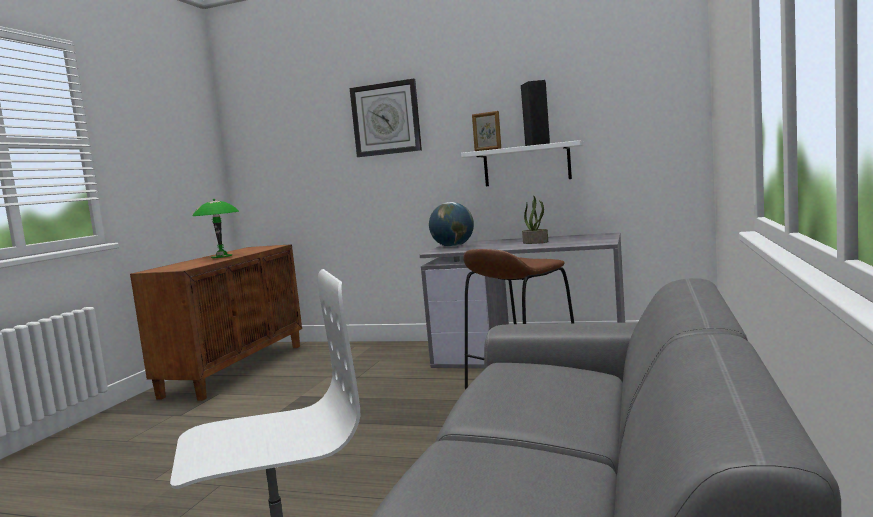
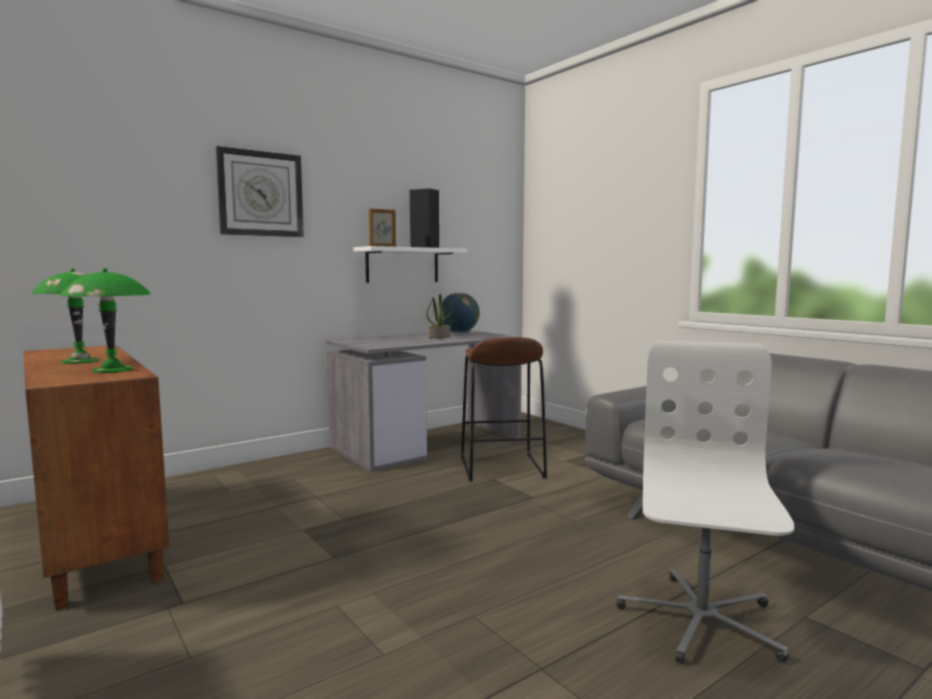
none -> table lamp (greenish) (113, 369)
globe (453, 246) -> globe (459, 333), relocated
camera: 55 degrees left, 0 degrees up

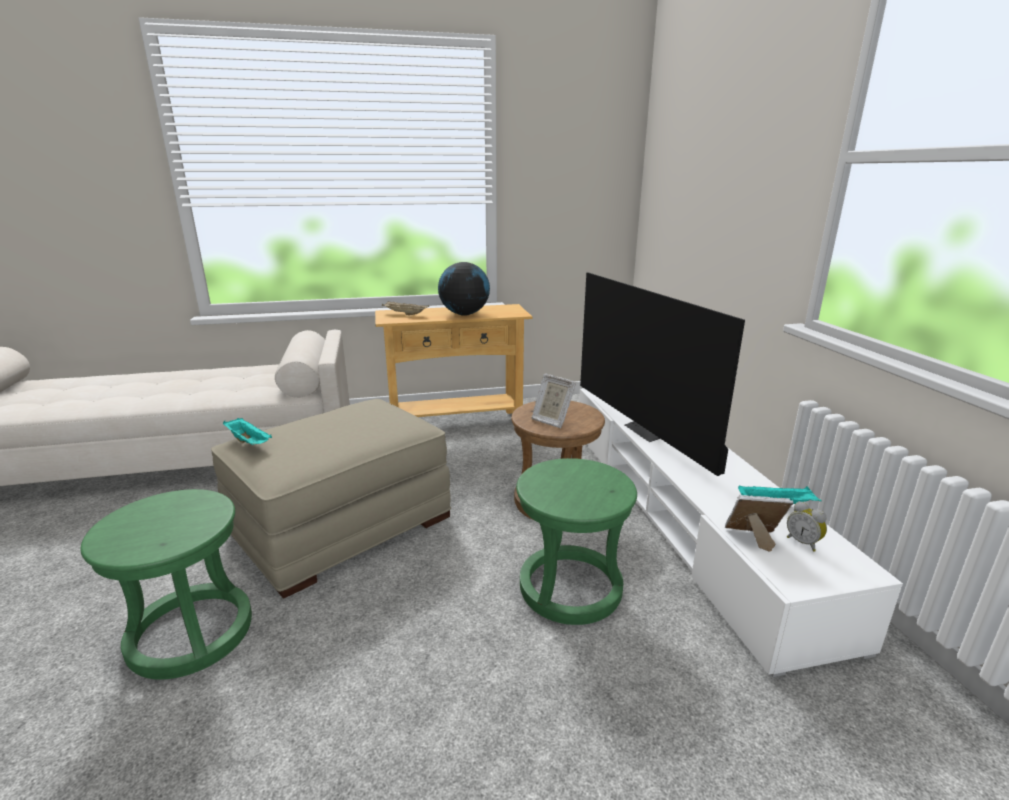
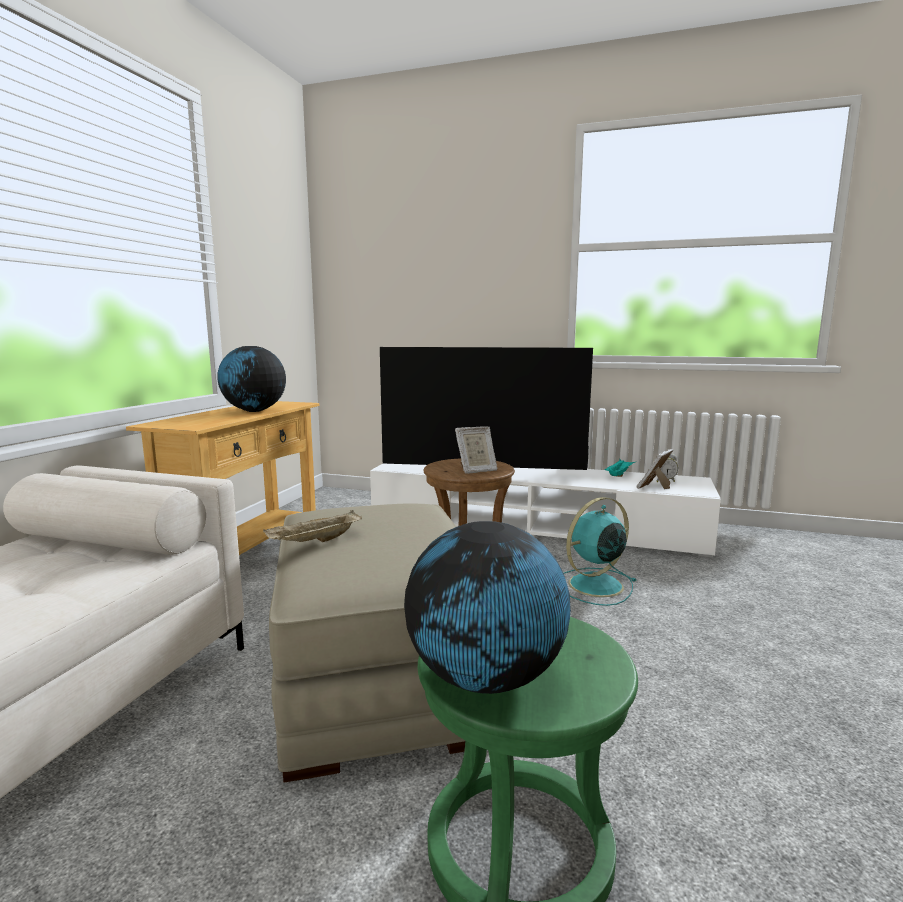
tray (blue-green) (249, 442) -> none
none -> globe (485, 679)
tray (sand-coloured) (404, 314) -> tray (sand-coloured) (315, 542), relocated
stool seat (greenish) (570, 588) -> electric fan (blue-green) (593, 586)
camera: 60 degrees left, 10 degrees down

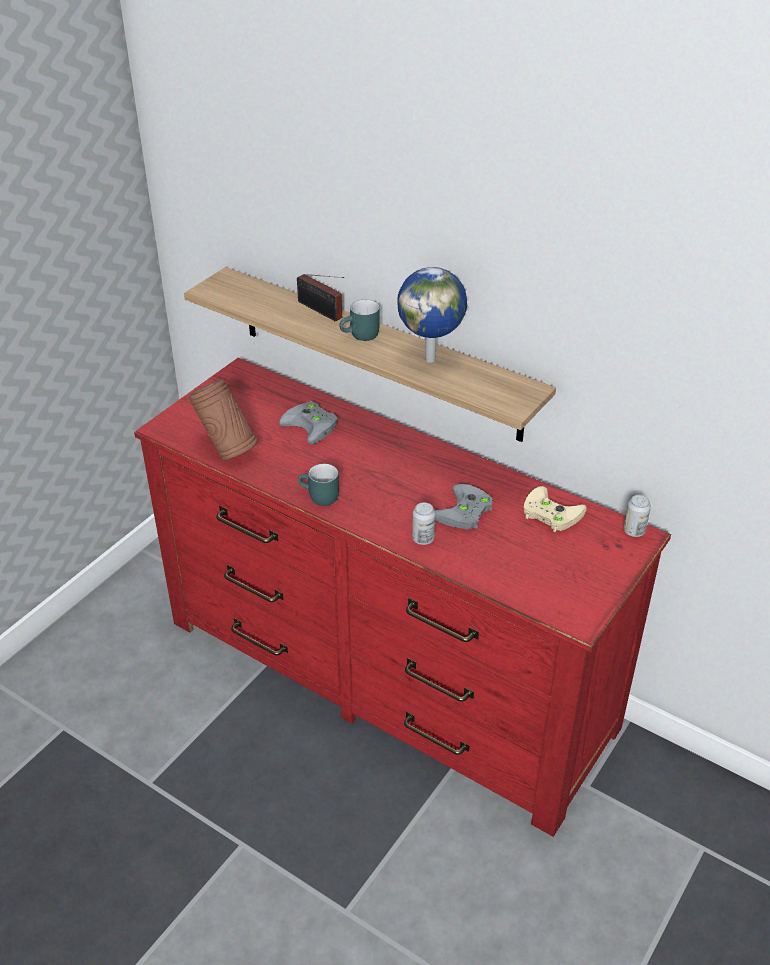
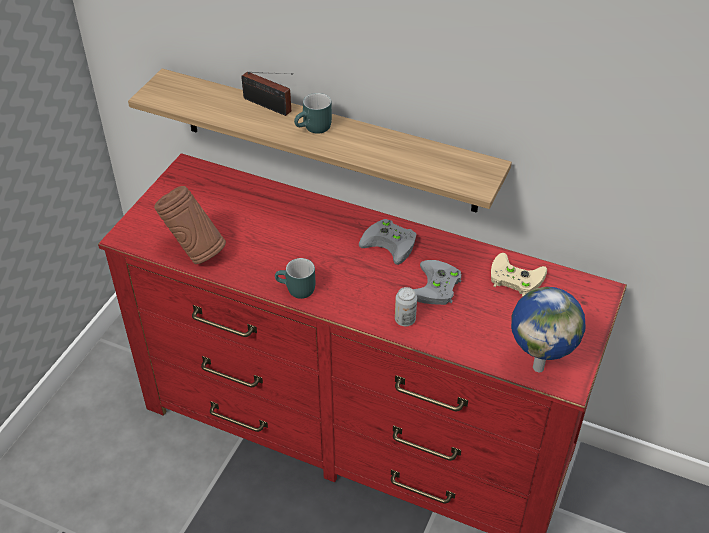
can (634, 531) -> none
game controller (gray) (313, 425) -> game controller (gray) (392, 243), relocated
globe (431, 358) -> globe (539, 366), relocated
camera: 10 degrees left, 5 degrees up

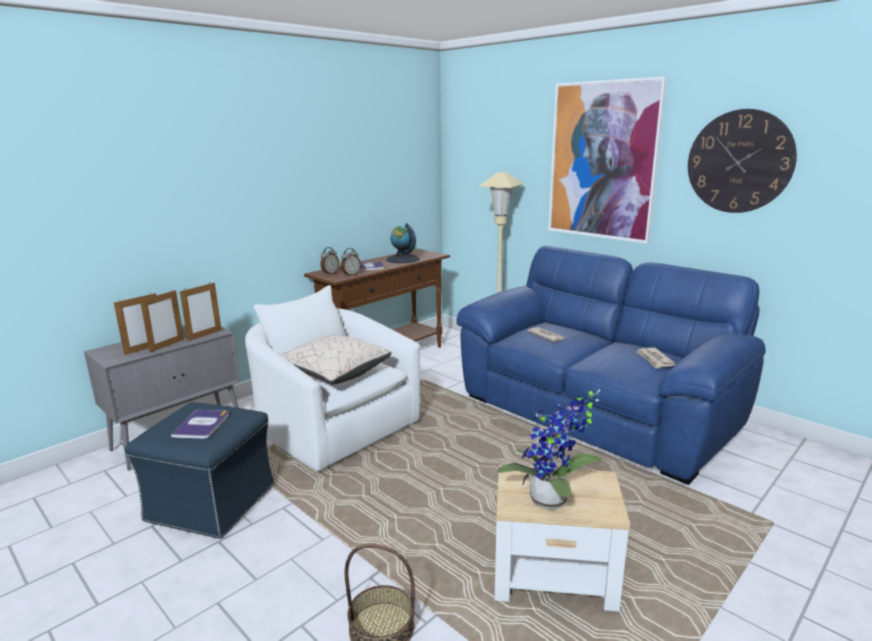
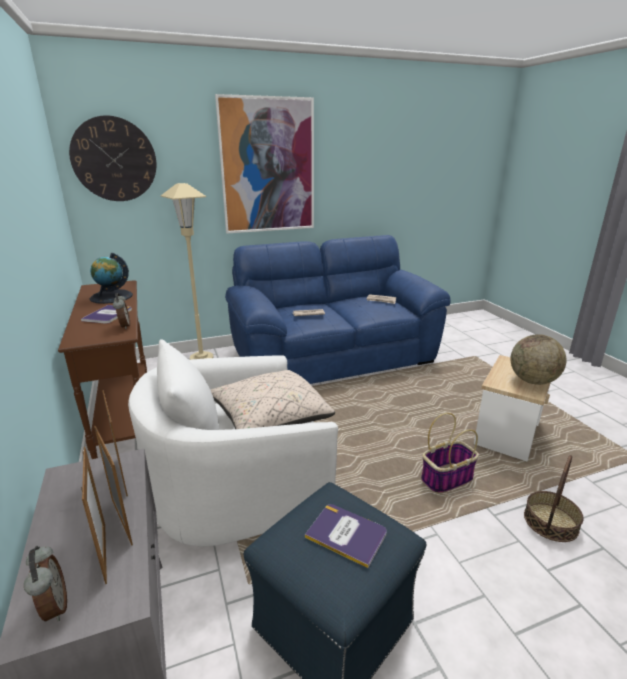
none -> household basket (447, 478)
bedside clock (330, 273) -> bedside clock (53, 607), relocated
hanging clock (739, 162) -> hanging clock (114, 159), relocated
potted plant (551, 503) -> globe (532, 381)
camera: 65 degrees left, 5 degrees up

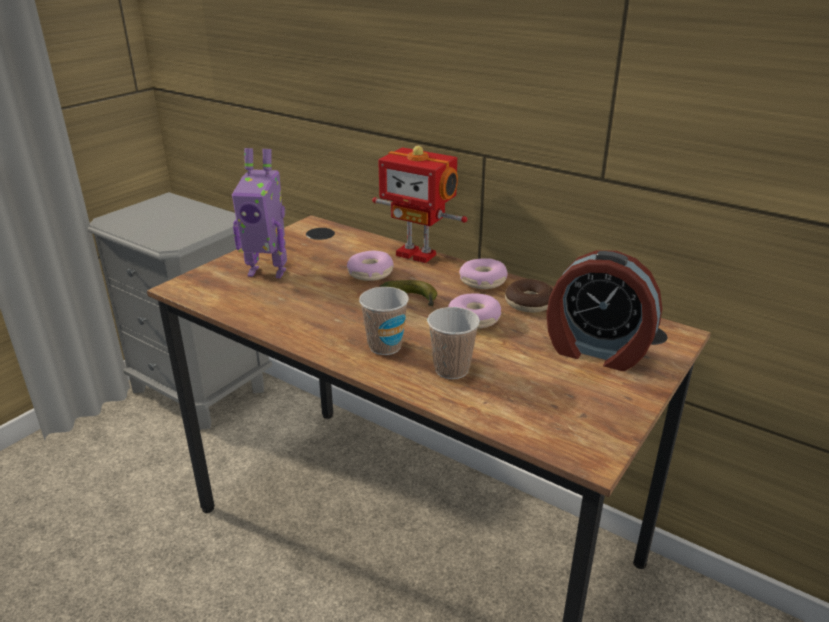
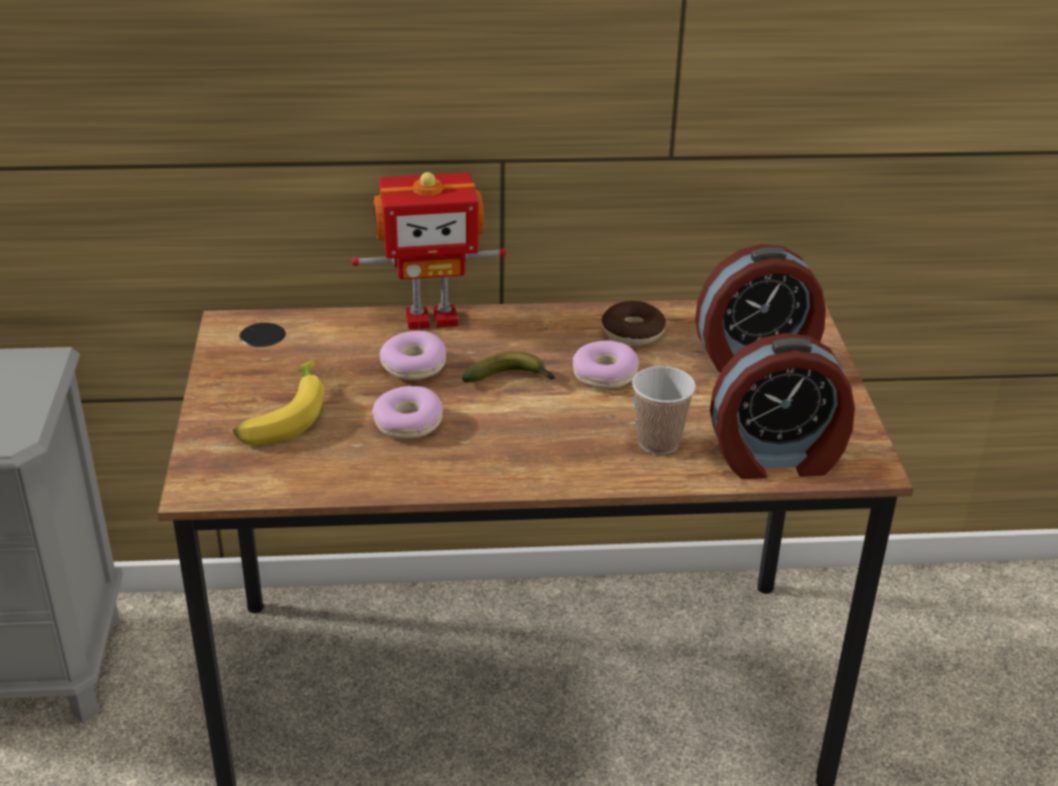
cup (385, 346) -> none
none -> bedside clock (776, 458)
donut (483, 281) -> donut (408, 423), relocated
robot figure (268, 271) -> banana fruit (282, 416)
camera: 40 degrees left, 5 degrees up

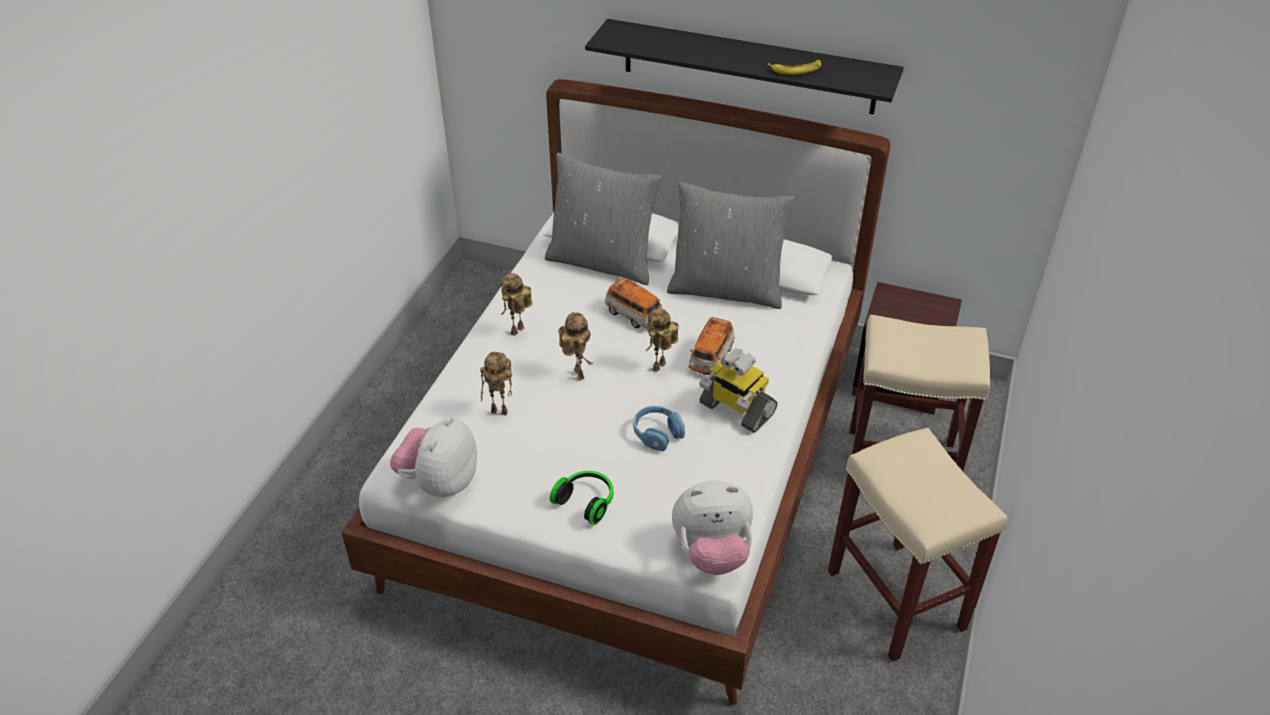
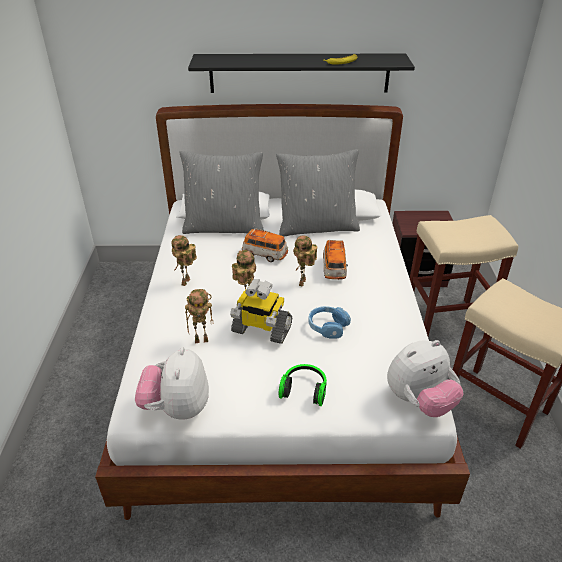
robot figure (736, 409) -> robot figure (261, 330), relocated
camera: 20 degrees left, 5 degrees down

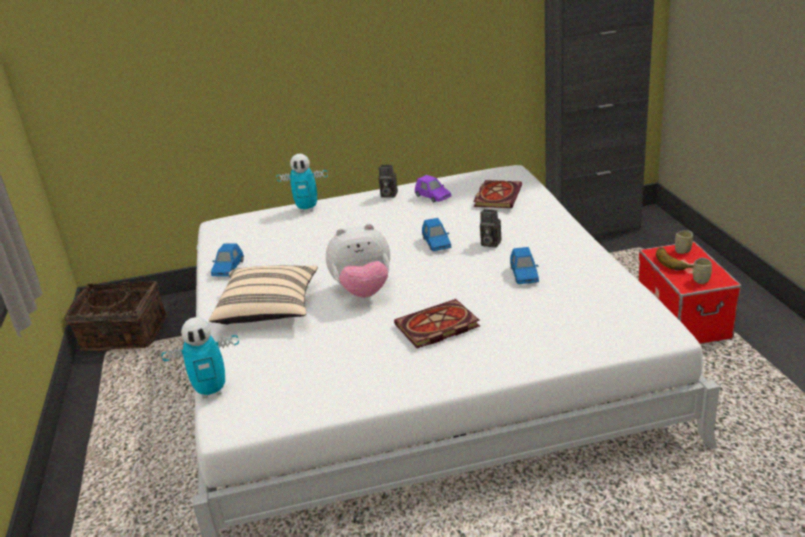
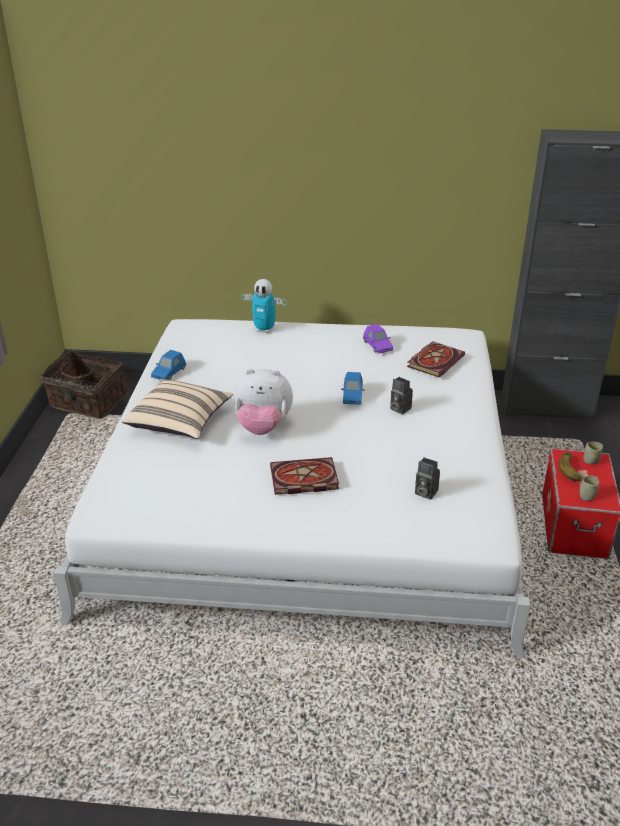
robot figure (211, 391) -> none
miniature car (blue-coloured) (524, 275) -> none
still camera (388, 195) -> still camera (424, 492), relocated
camera: 15 degrees right, 5 degrees up

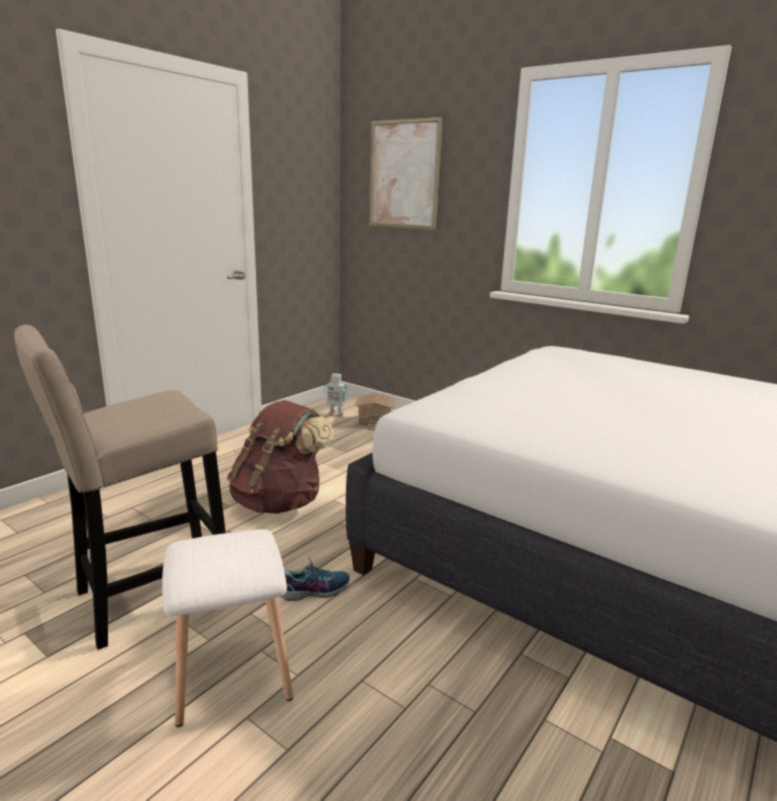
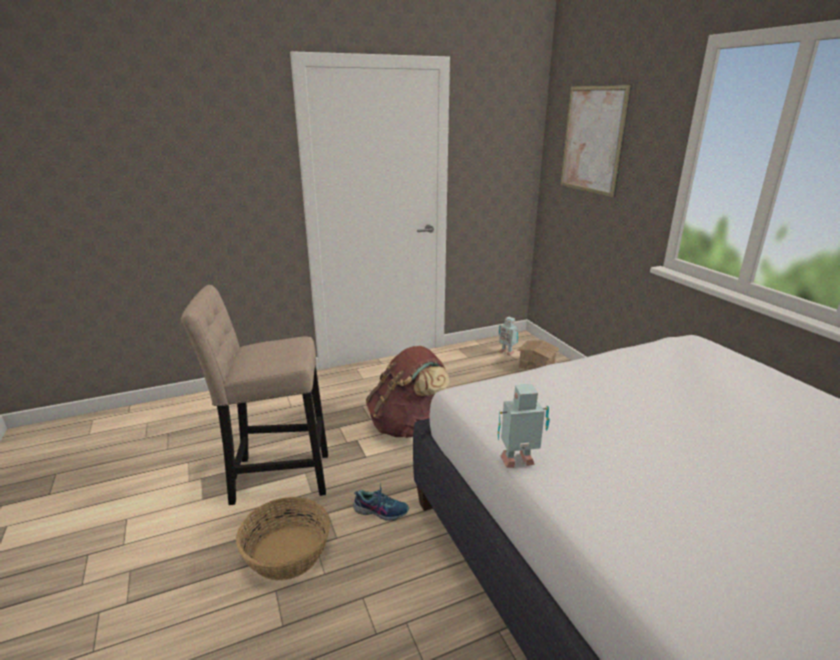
none -> robot figure (519, 463)
stool seat (white-coloured) (229, 672) -> household basket (286, 553)
camera: 30 degrees right, 5 degrees up

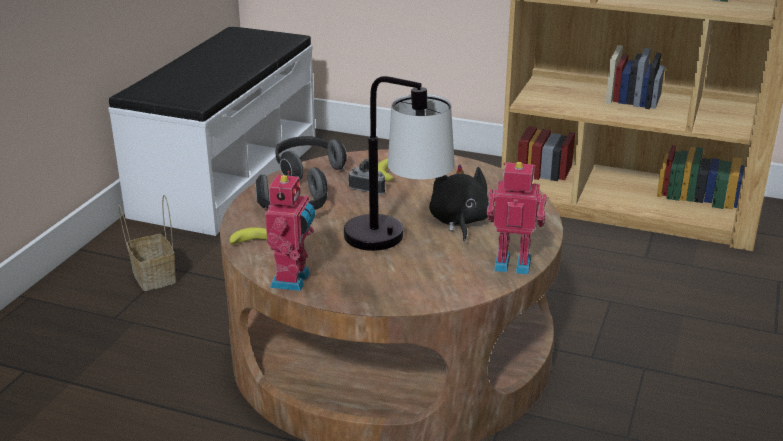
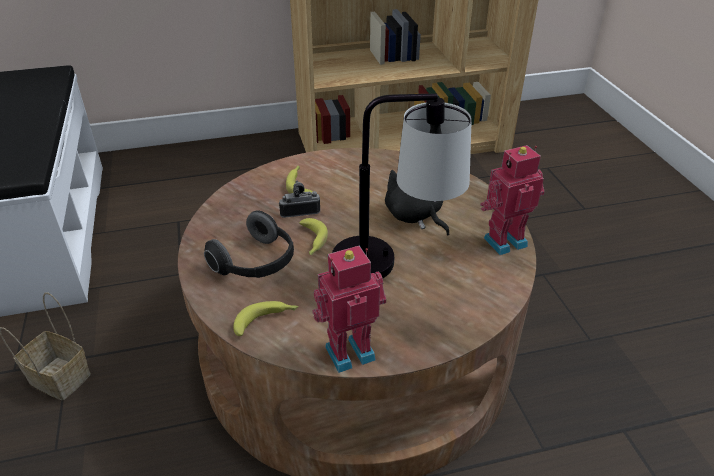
headphones (306, 168) -> none
none -> banana fruit (312, 242)
robot figure (293, 280) -> robot figure (348, 350), 90 degrees counterclockwise
camera: 35 degrees left, 10 degrees up

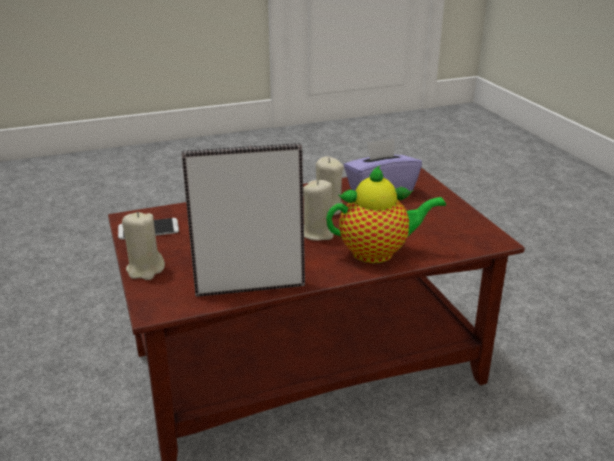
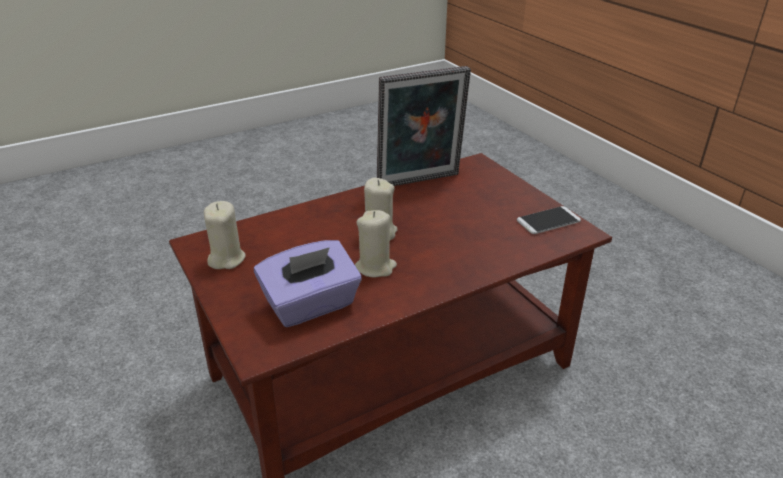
teapot (378, 252) -> none
candle (sand-coloured) (145, 269) -> candle (sand-coloured) (226, 259), relocated
camera: 170 degrees right, 5 degrees up

